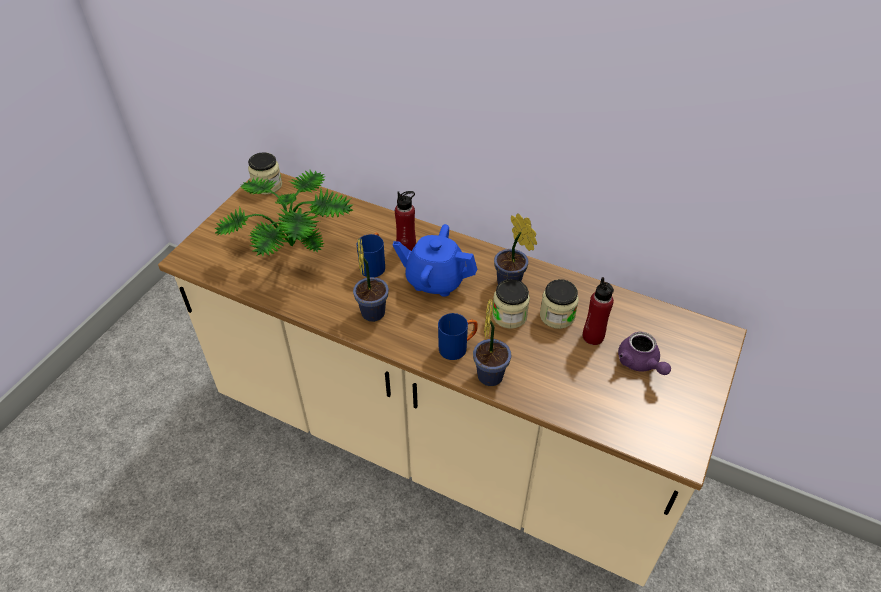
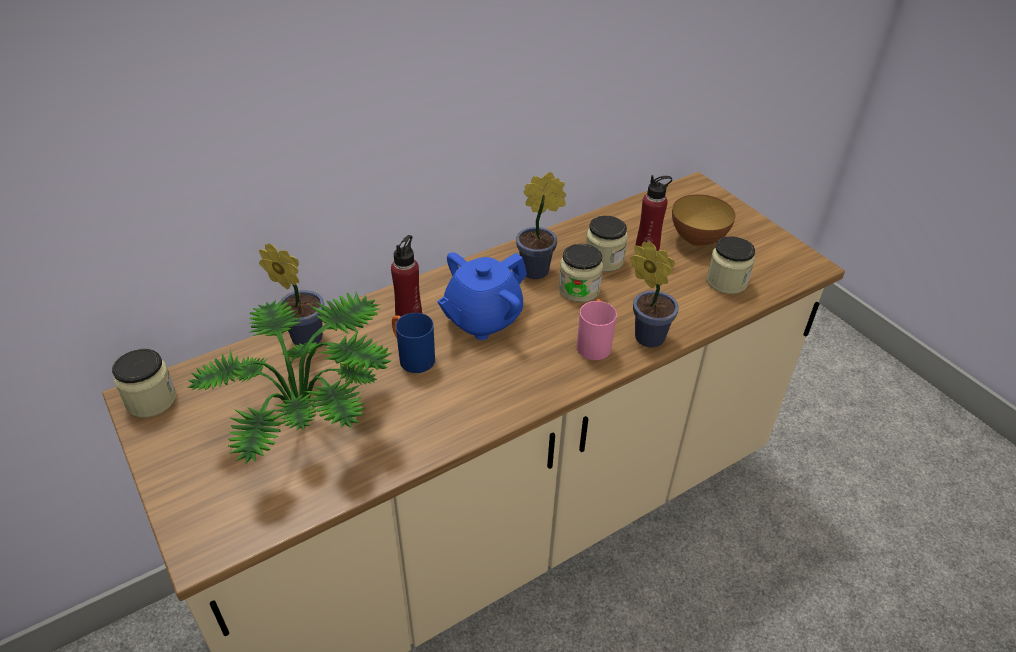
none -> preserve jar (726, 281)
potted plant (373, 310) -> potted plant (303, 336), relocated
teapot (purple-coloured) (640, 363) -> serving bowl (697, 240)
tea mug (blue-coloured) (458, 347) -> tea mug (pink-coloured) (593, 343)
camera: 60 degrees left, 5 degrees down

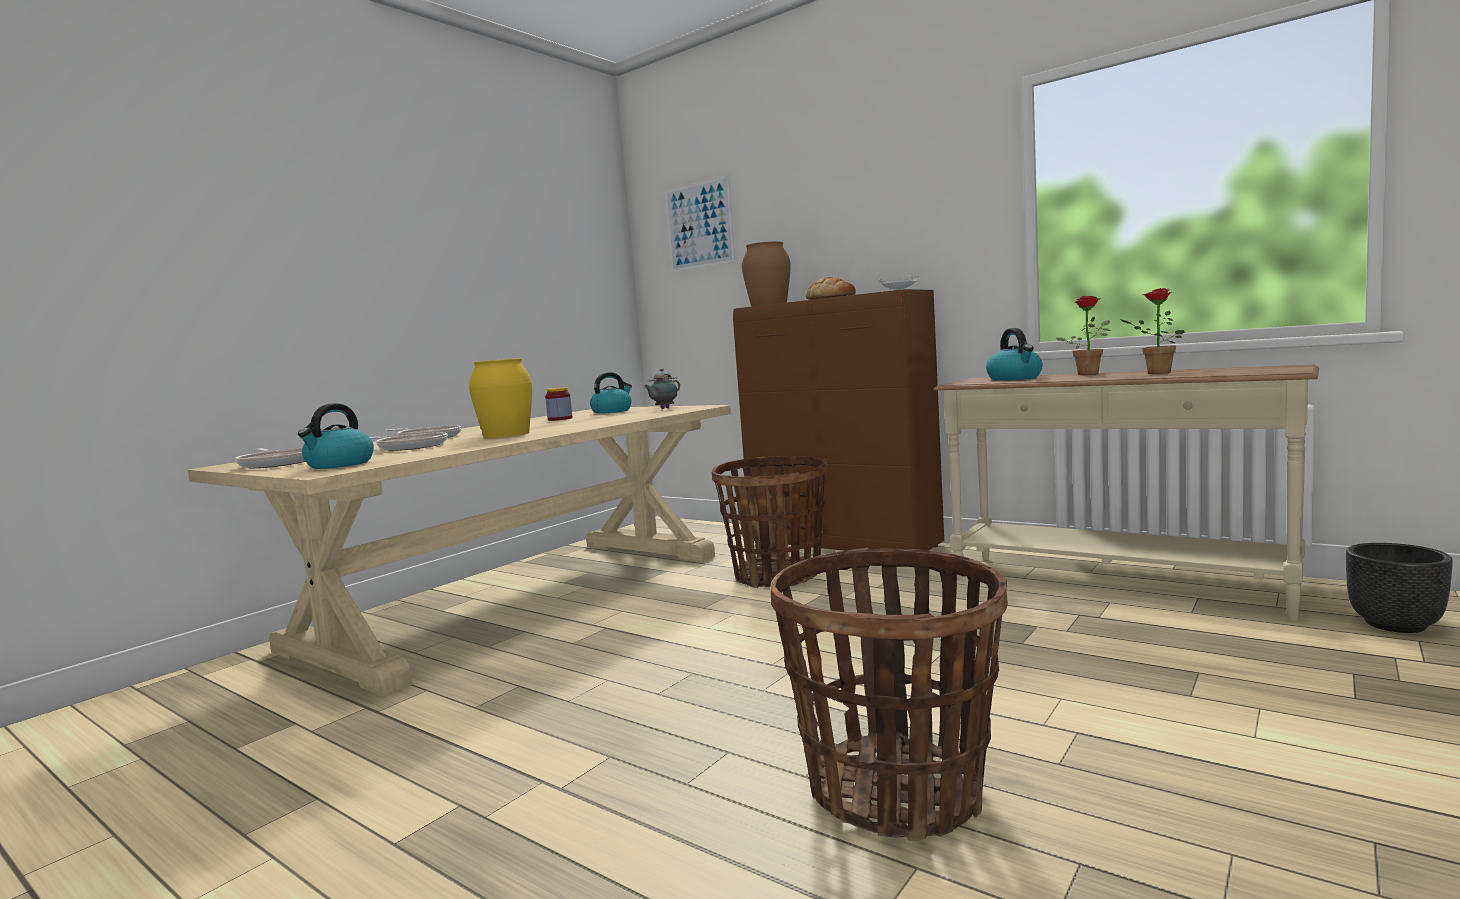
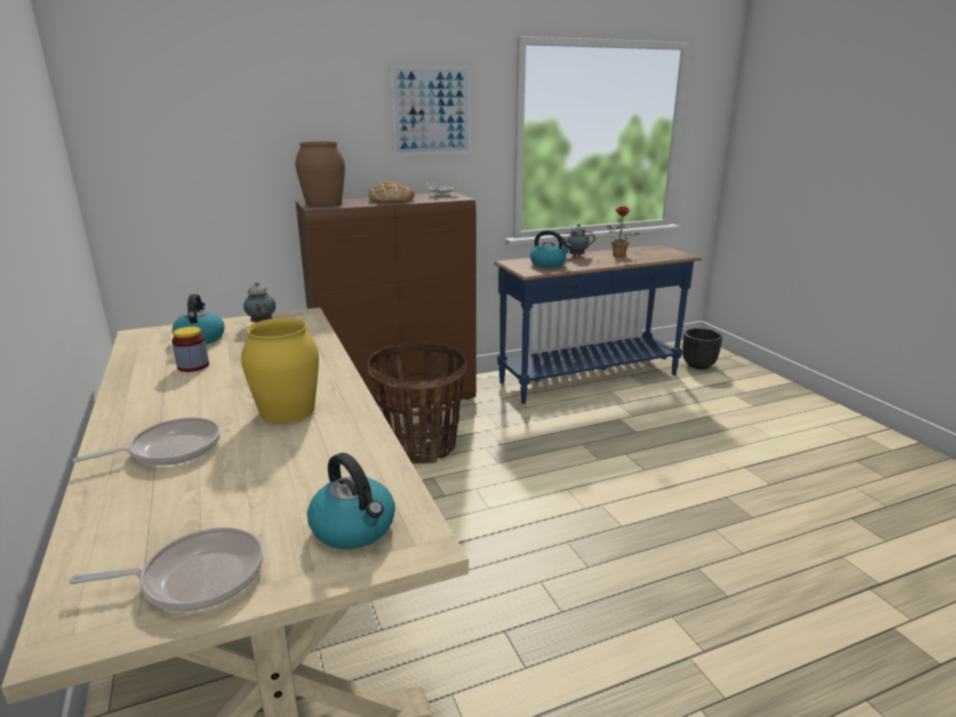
pan (409, 447) -> none
household basket (896, 791) -> none
picture (699, 225) -> picture (431, 111), relocated
potted plant (1089, 374) -> teapot (575, 256)
hall table (sand-coloured) (1115, 585) -> hall table (blue-coloured) (590, 379)
camera: 60 degrees left, 15 degrees up

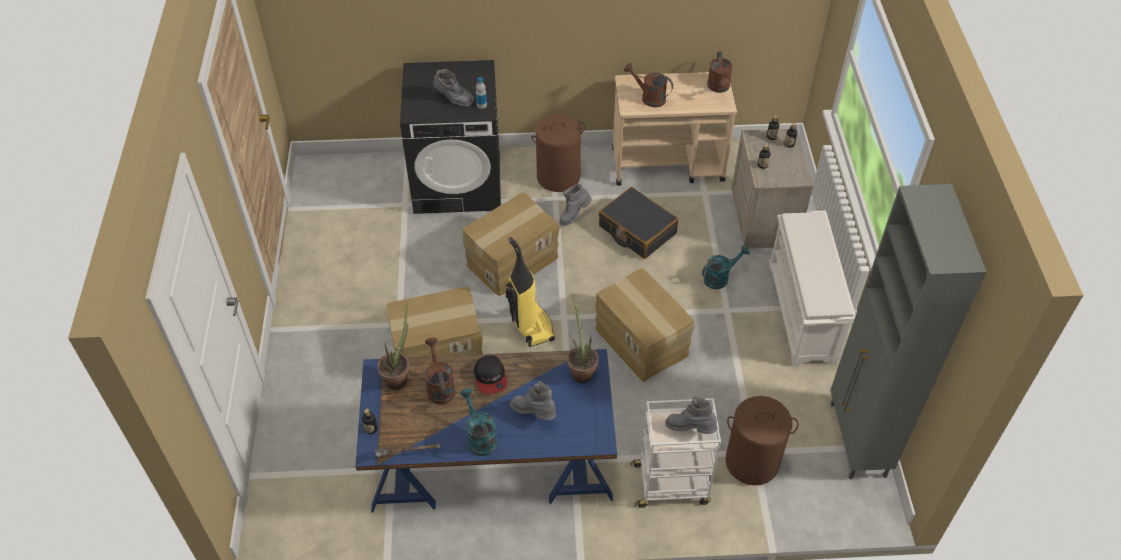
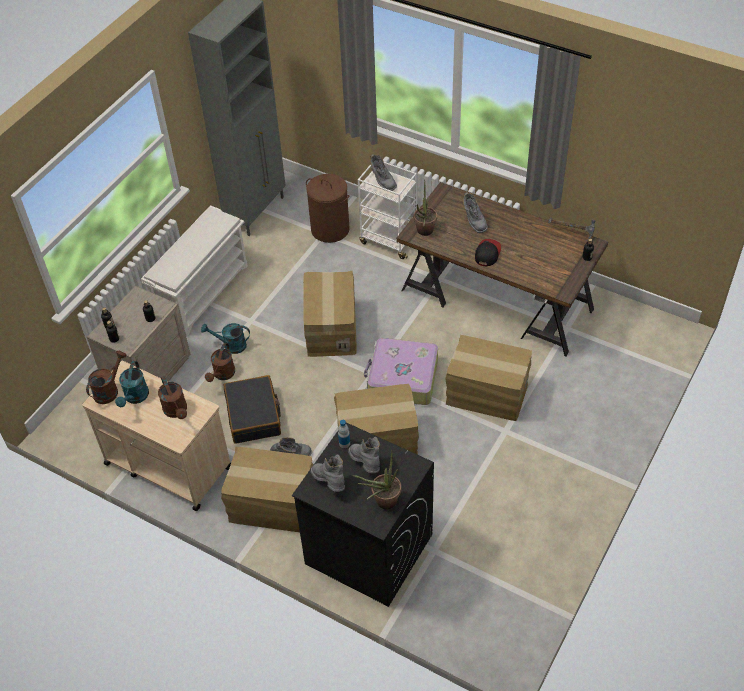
none -> high-top boot (gray) (330, 482)
potted plant (399, 377) -> potted plant (382, 503), relocated
watering can (brown) (439, 386) -> watering can (brown) (223, 375), relocated
watering can (blue-green) (479, 437) -> watering can (blue-green) (135, 398), relocated
vacuum (531, 326) -> piece of luggage (402, 378)
washing basket (brown) (558, 176) -> cardboard box (272, 504)
desk unit (blue-coloured) (491, 467) -> desk unit (brown) (497, 299)
camera: 145 degrees left, 0 degrees up

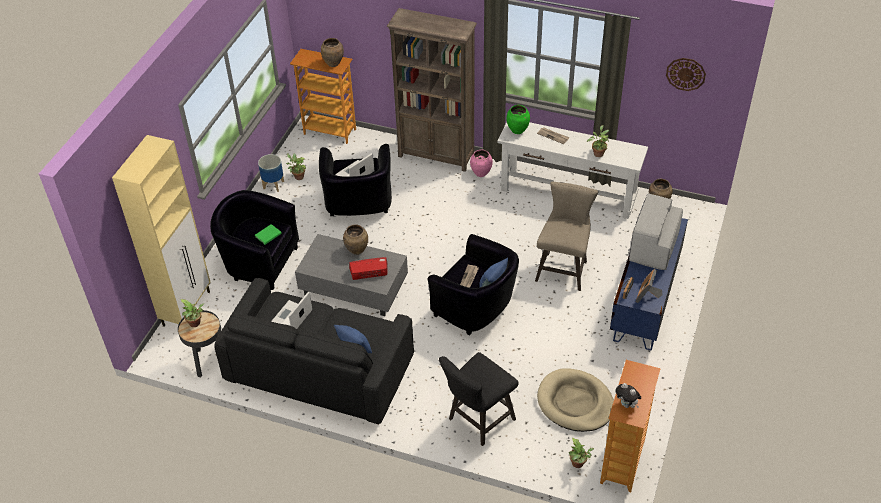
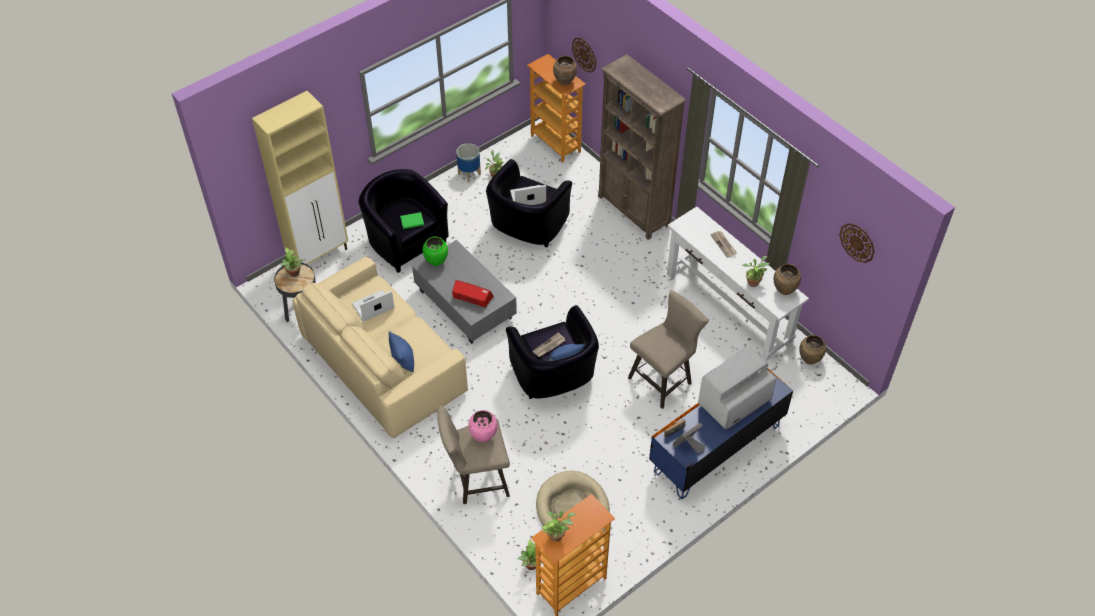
none -> hanging clock (584, 54)
decorative vase (brown) (357, 250) -> decorative vase (brown) (784, 290), relocated
decorative vase (pink-coloured) (480, 173) -> decorative vase (pink-coloured) (483, 436), relocated
decorative vase (greenish) (517, 130) -> decorative vase (greenish) (436, 261), relocated
plush toy (627, 405) -> potted plant (557, 534)
sofa (black) (319, 369) -> sofa (sand-coloured) (382, 364)
stool seat (black) (478, 421) -> stool seat (sand-coloured) (476, 480)
camera: 30 degrees right, 5 degrees up

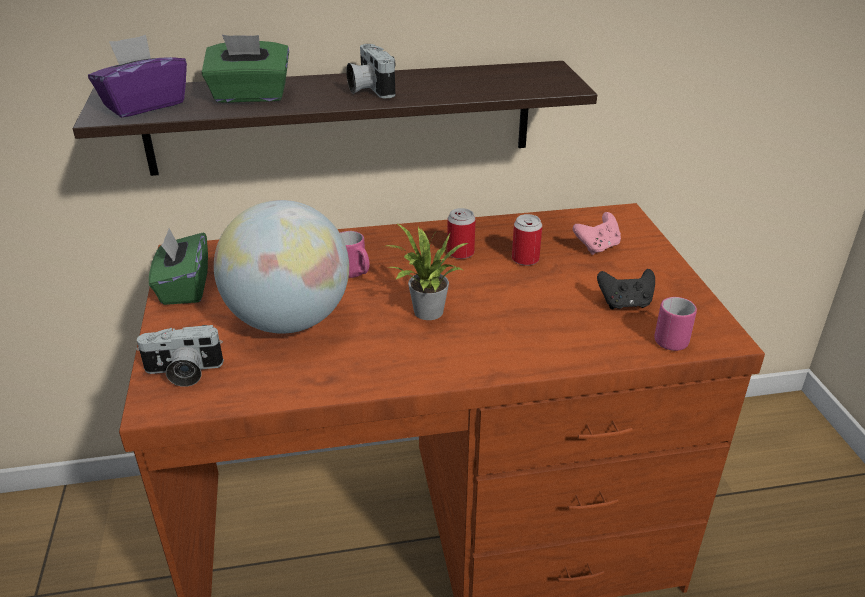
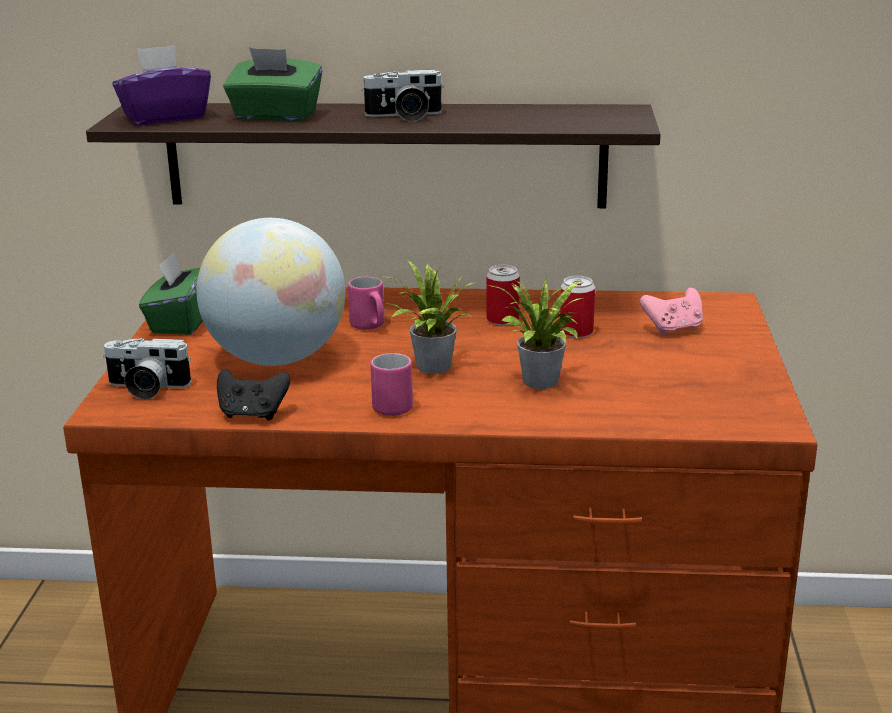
none -> potted plant (540, 383)
game controller (black) (625, 304) -> game controller (black) (252, 414), relocated
tea mug (pink-coloured) (670, 338) -> tea mug (pink-coloured) (396, 405), relocated
still camera (369, 89) -> still camera (404, 116), 90 degrees counterclockwise
camera: 15 degrees right, 10 degrees down

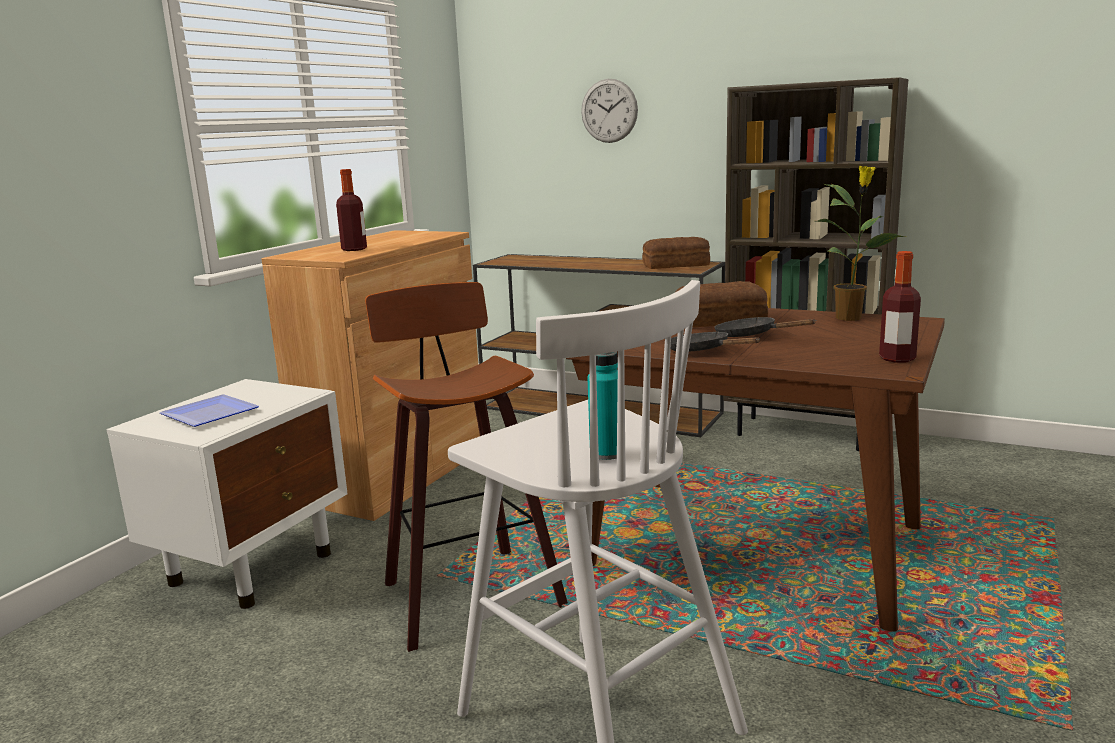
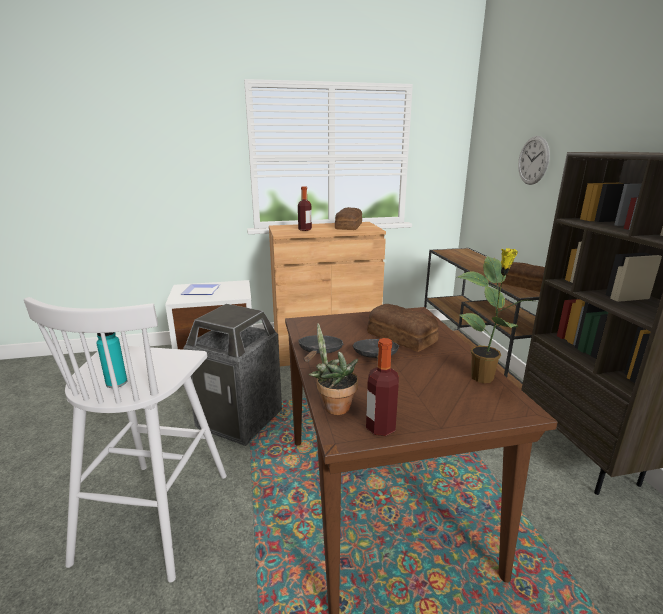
none -> potted plant (333, 406)
none -> bread (348, 226)
stool seat (466, 593) -> rubbish bin (240, 420)
camera: 50 degrees right, 5 degrees up

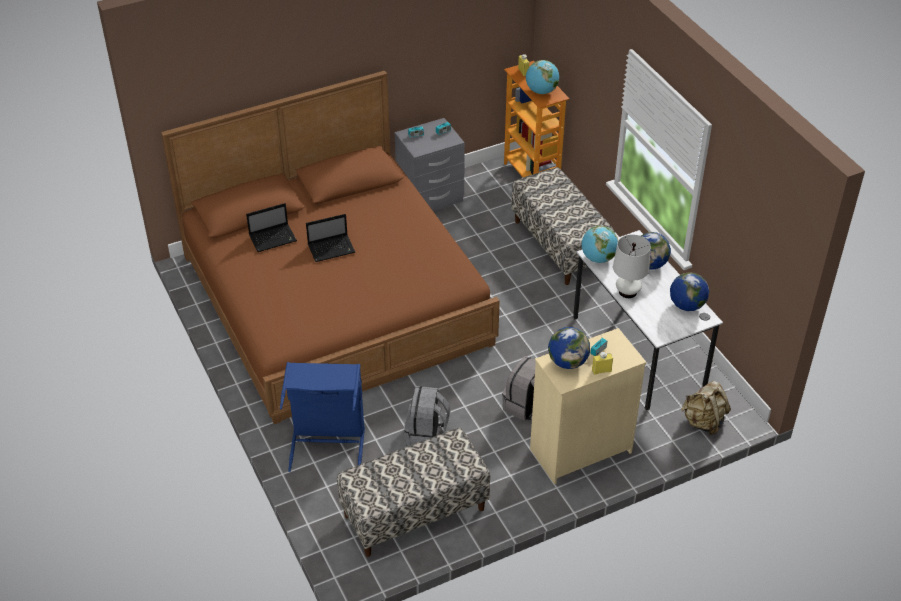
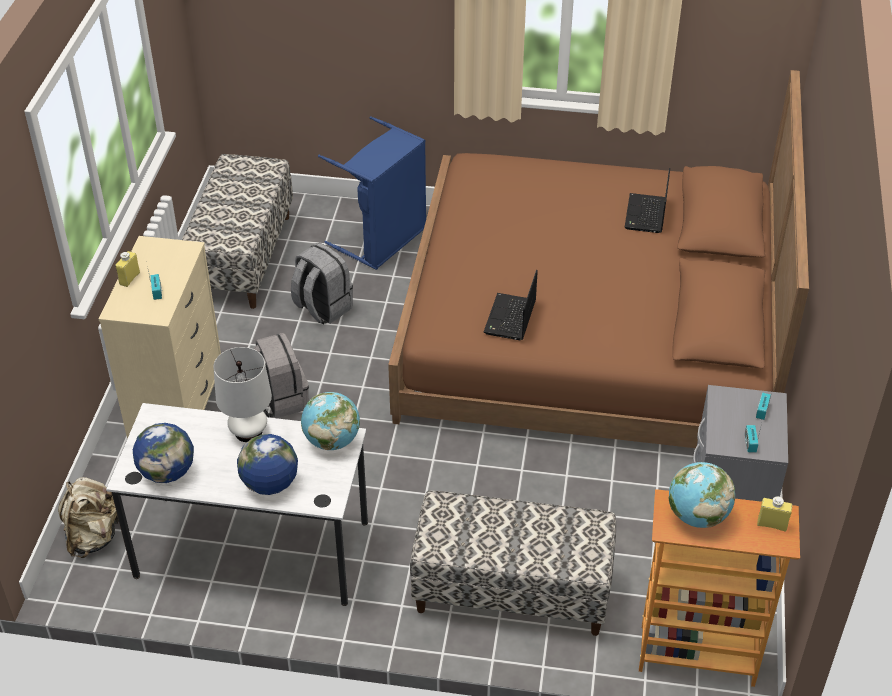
globe (567, 362) -> none
portable computer (332, 249) -> portable computer (510, 319), relocated
camera: 125 degrees right, 0 degrees up

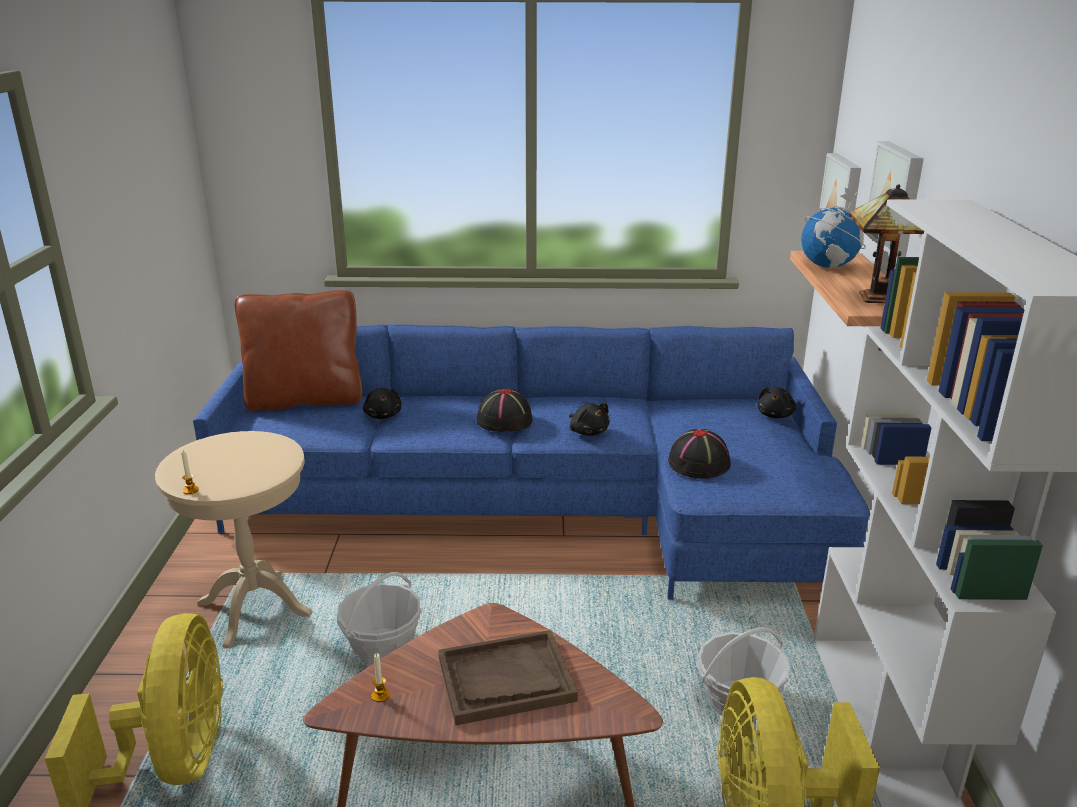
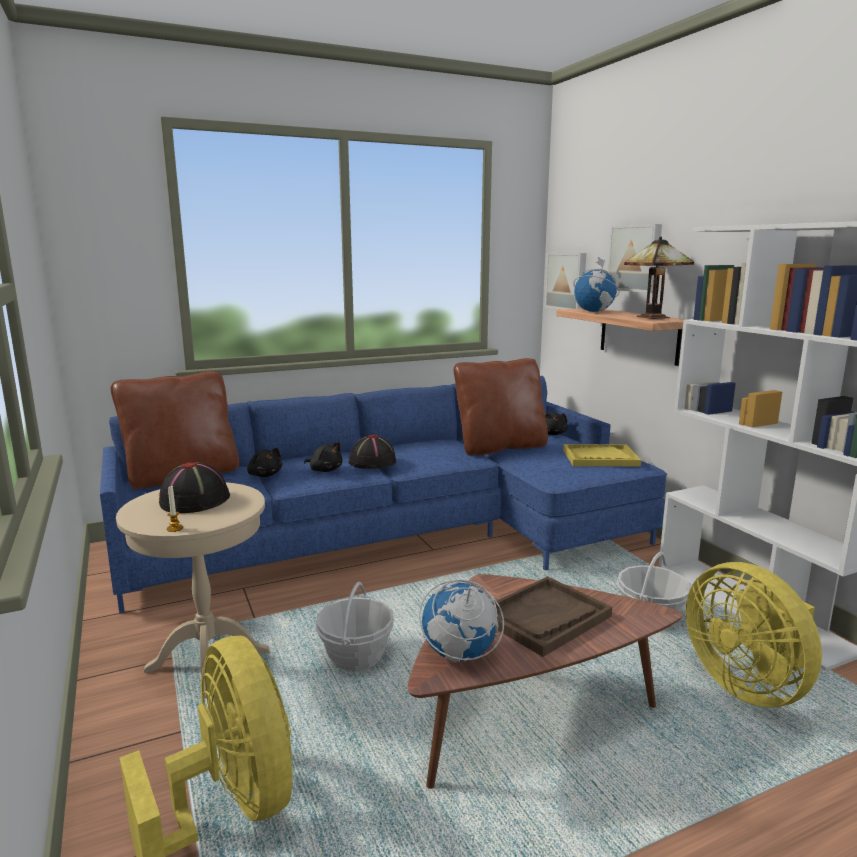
none -> throw pillow (brown) (500, 447)
none -> tray (yellow) (600, 458)
plush toy (black) (588, 432) -> plush toy (black) (325, 470), relocated
wearable hat (black) (699, 463) -> wearable hat (black) (195, 500), relocated
candle (380, 695) -> globe (459, 655)
camera: 25 degrees left, 10 degrees down

